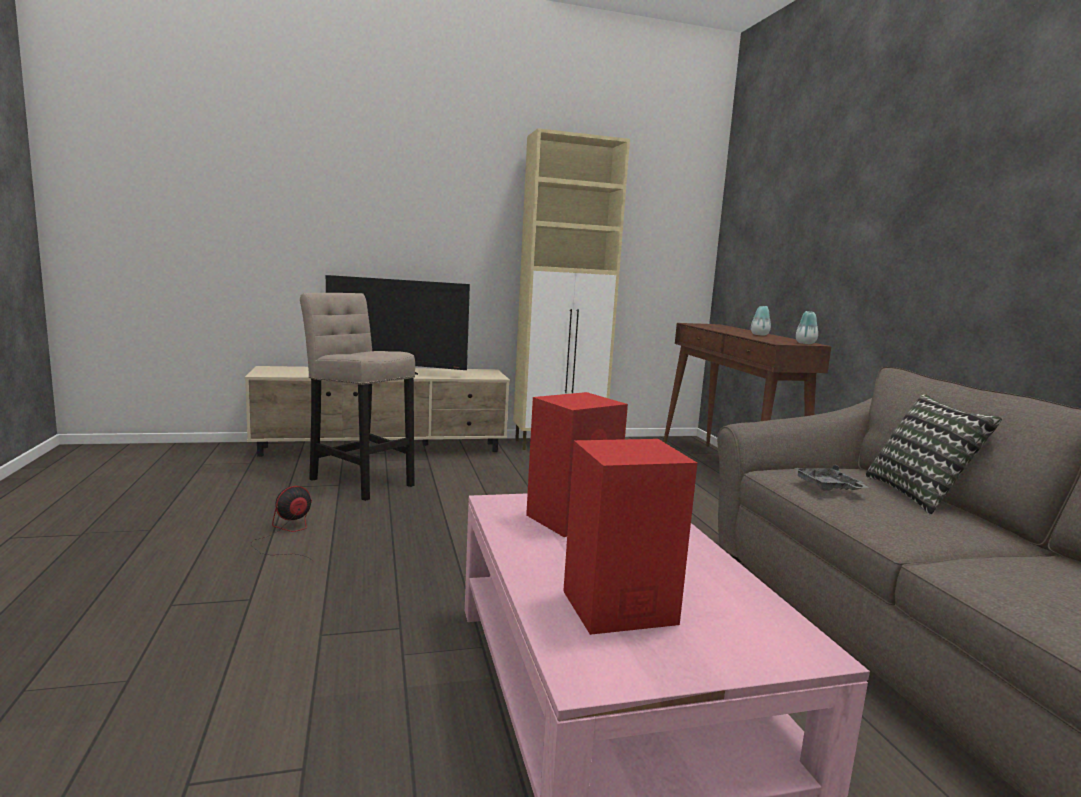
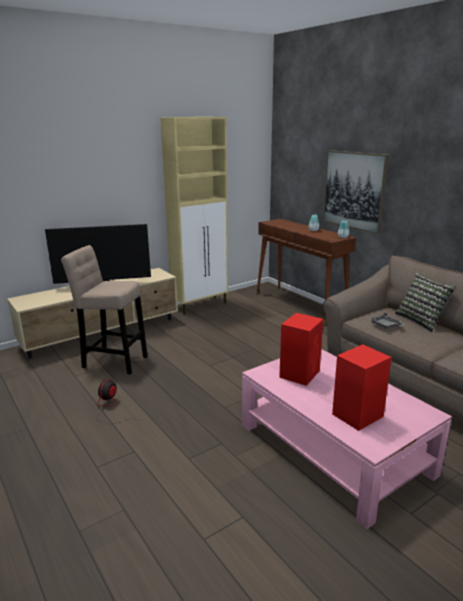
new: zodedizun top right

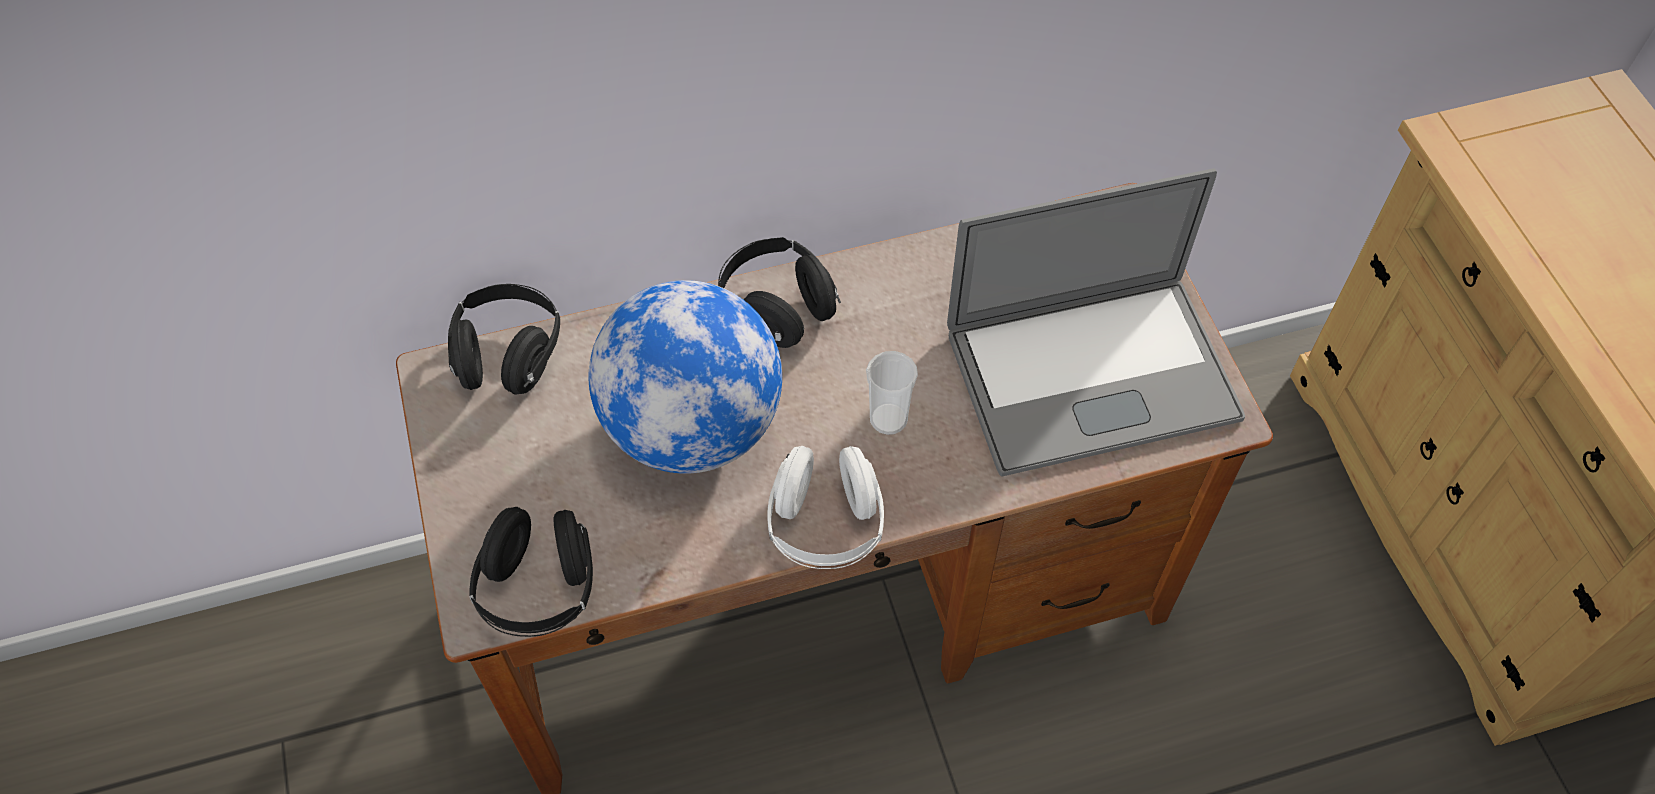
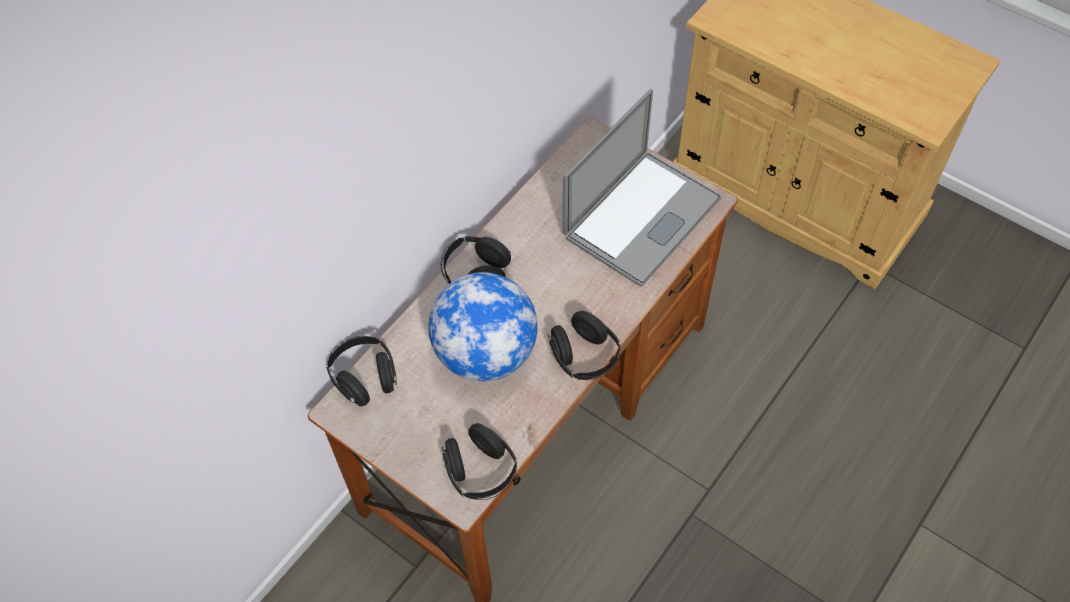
gone: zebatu centre
repainted: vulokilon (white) centre to vulokilon (black) (no. 4 from left) centre

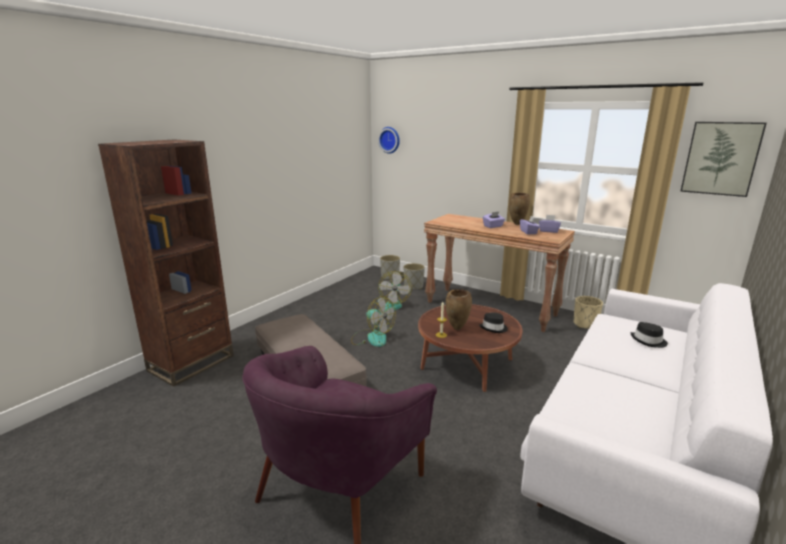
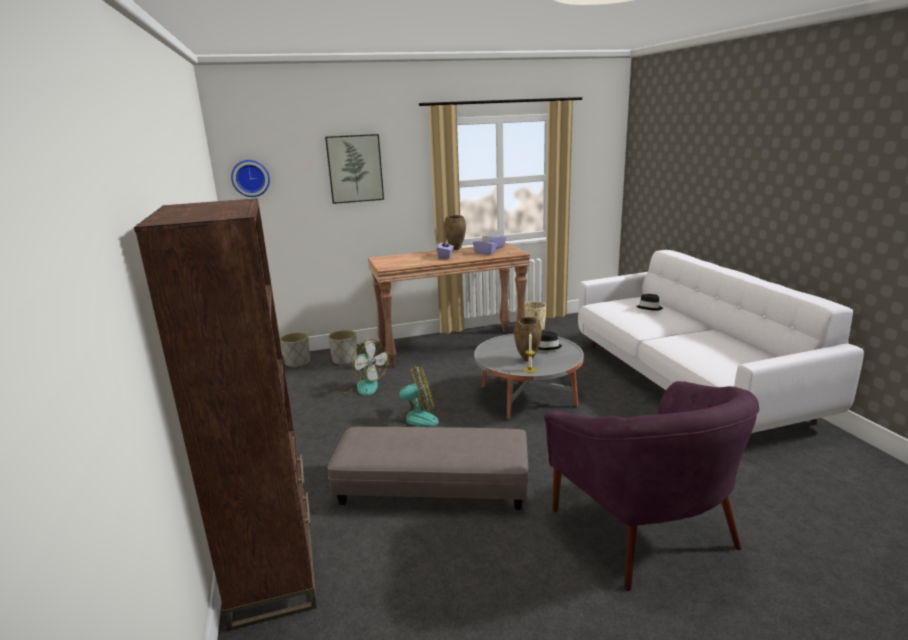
shifted: zodedizun top right to top centre
repainted: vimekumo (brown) centre to vimekumo (grey) centre

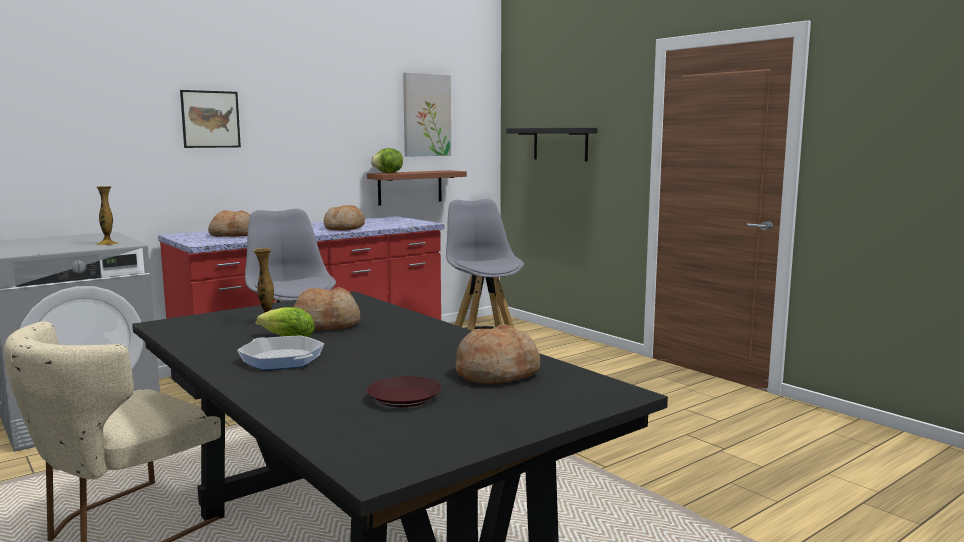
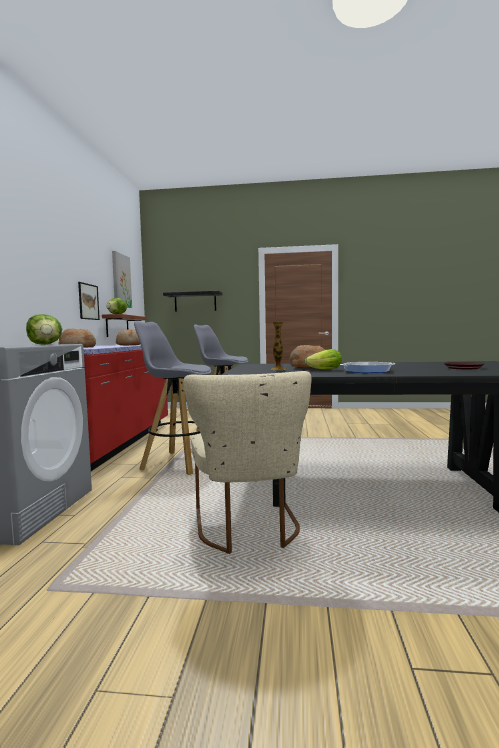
gone: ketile (no. 4 from left) centre
shifted: zodedizun (no. 1 from left) top left to middle left
swapped: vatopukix (no. 1 from left) middle left to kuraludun (no. 1 from left) middle left

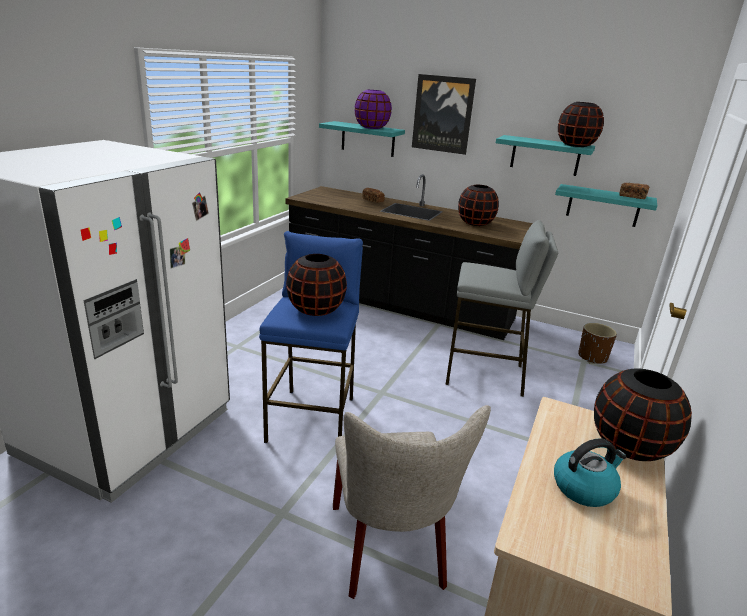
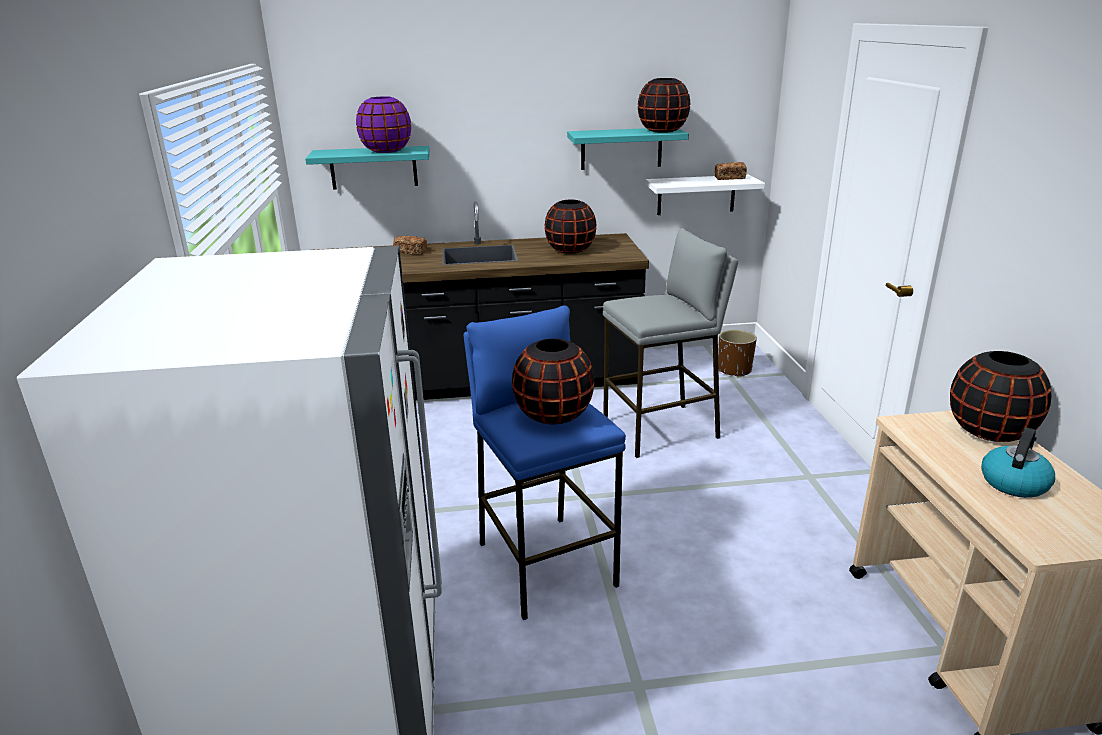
gone: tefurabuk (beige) bottom centre; zodedizun top centre
repainted: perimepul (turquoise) (no. 3 from left) top right to perimepul (white) top centre

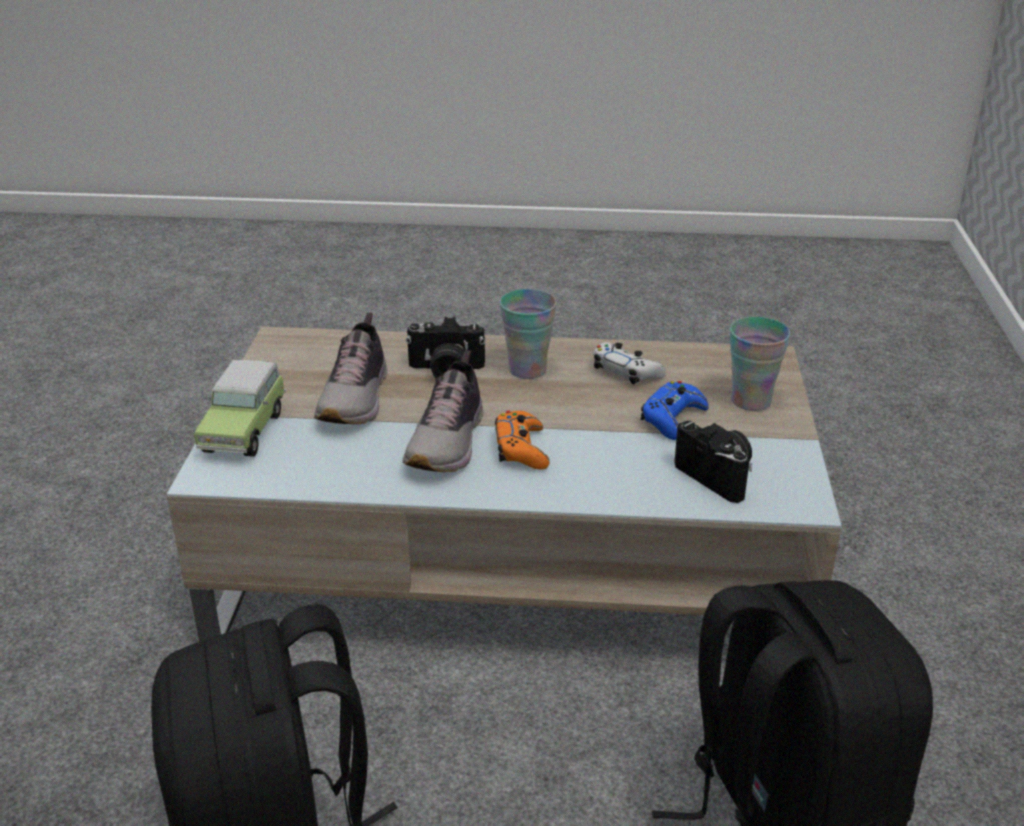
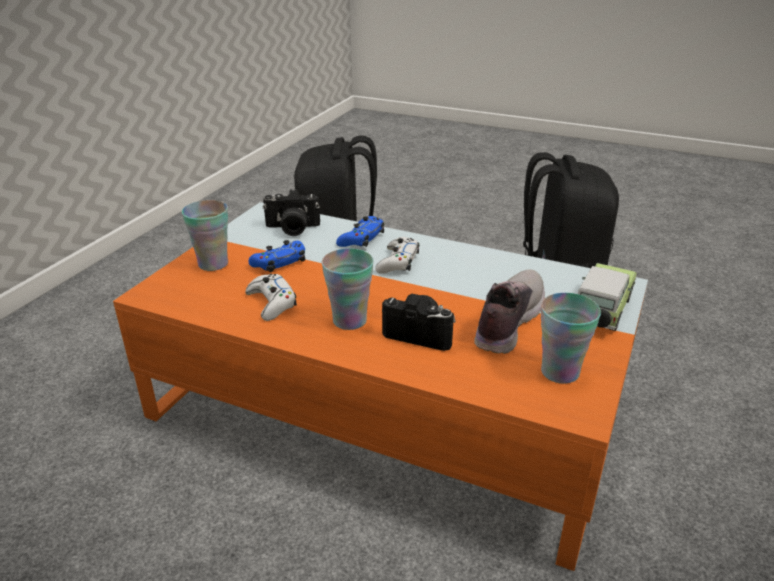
gone: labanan (no. 2 from left) centre
new: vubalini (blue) (no. 2 from left) centre; zebatu (no. 3 from left) middle right
repainted: vimekumo (beige) centre to vimekumo (orange) centre; vubalini (orange) centre to vubalini (white) (no. 2 from left) centre
rotated: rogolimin (no. 2 from left in the first image) middle right = centre 75 degrees counterclockwise

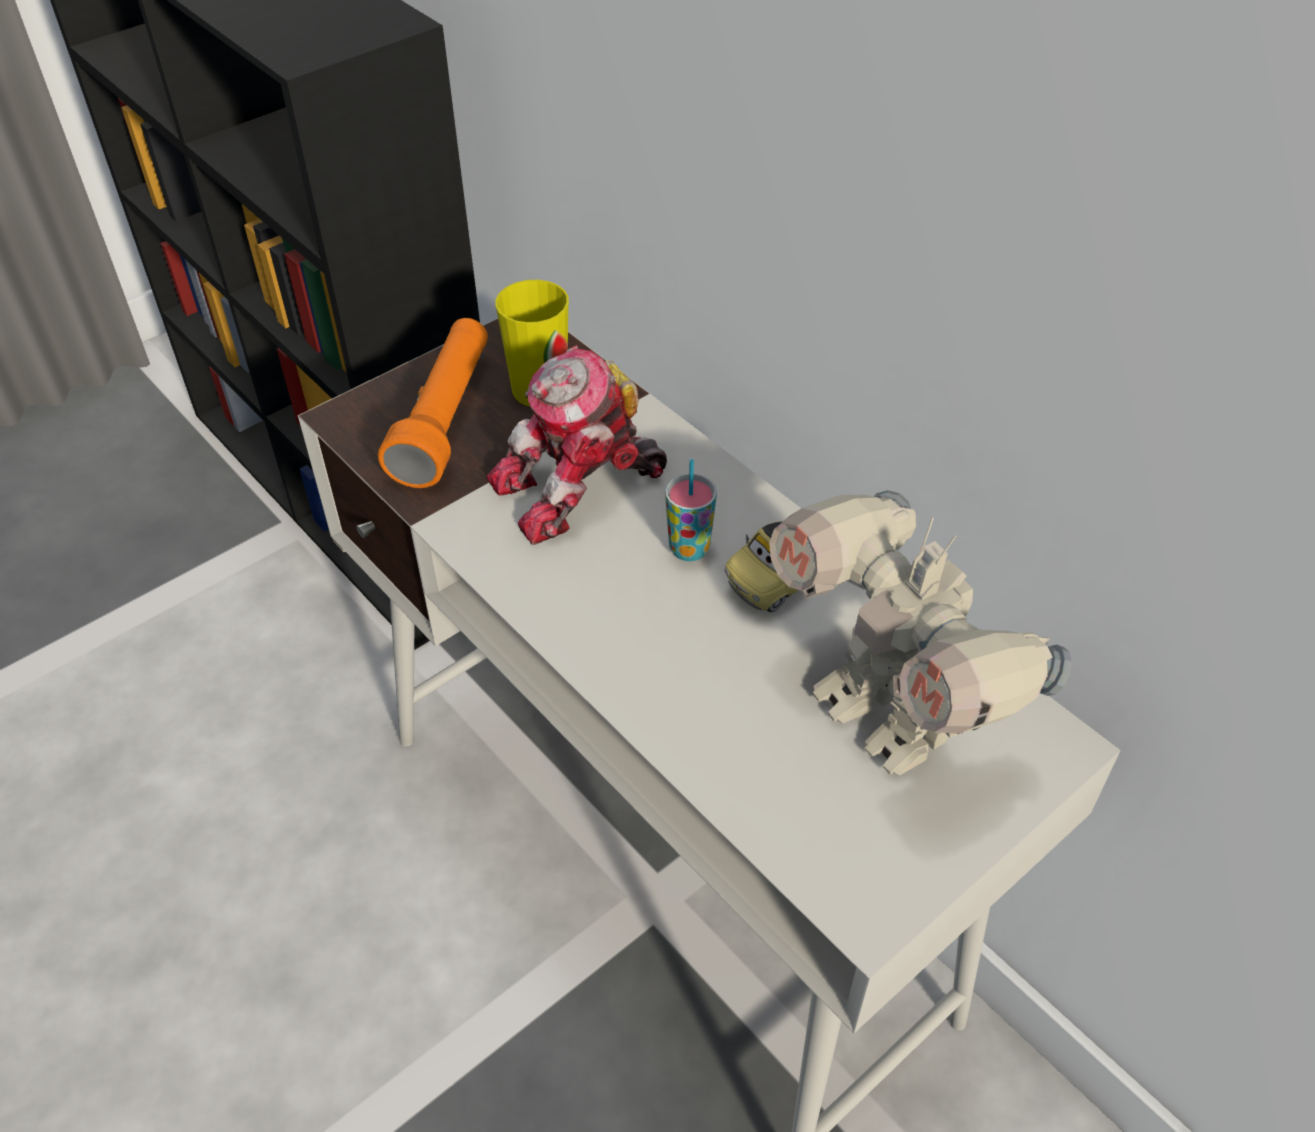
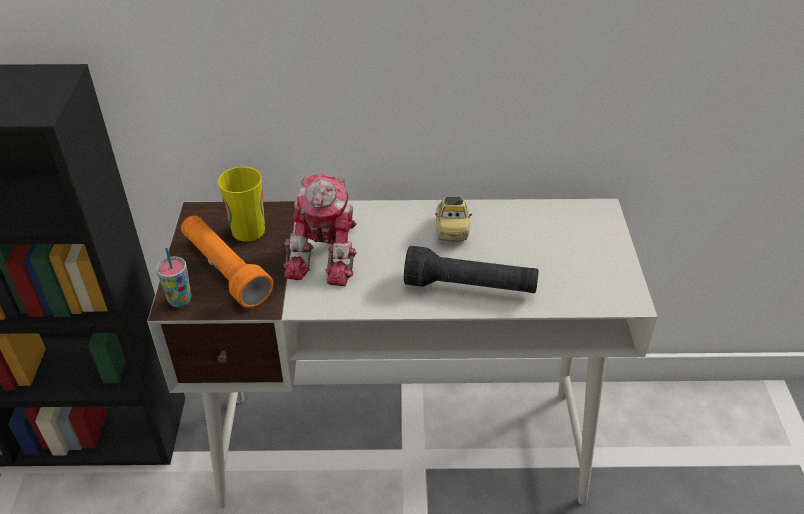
gone: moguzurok (no. 2 from left) middle right
new: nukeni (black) centre
shifted: zebatu (no. 2 from left in the first image) centre to zebatu (no. 1 from left) middle left

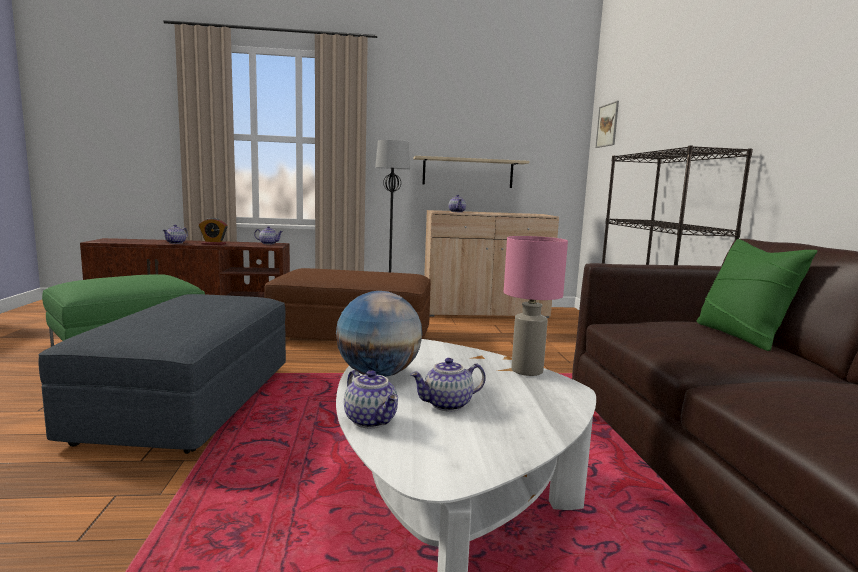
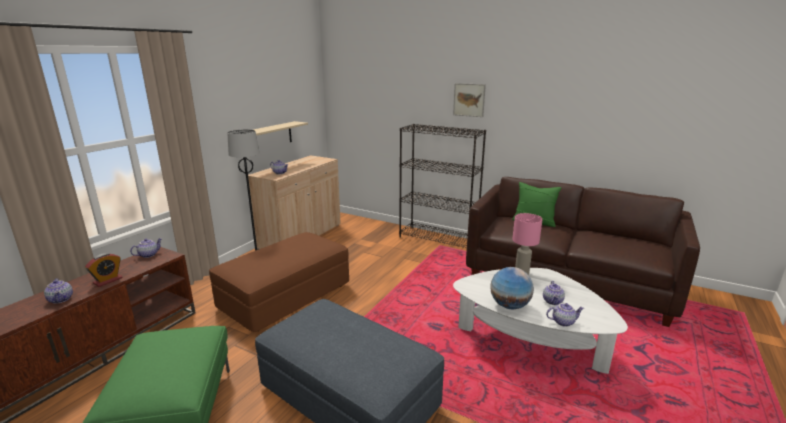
shifted: zodedizun top right to top centre

